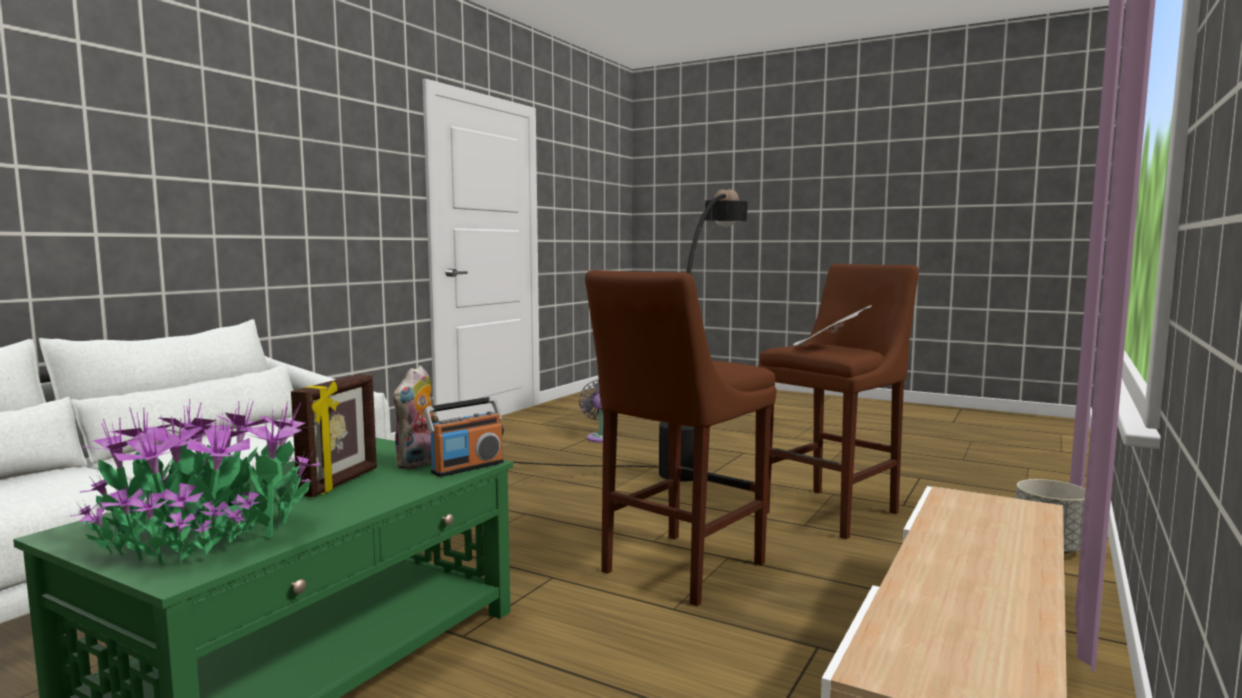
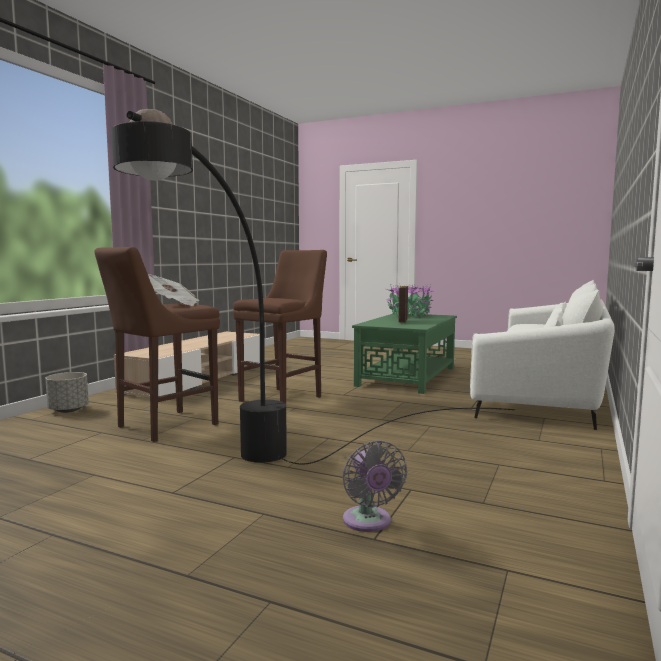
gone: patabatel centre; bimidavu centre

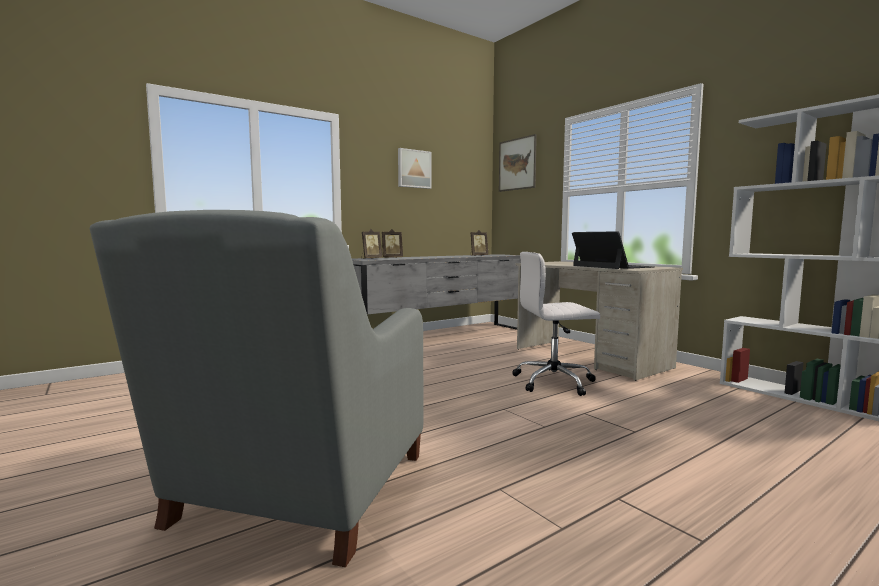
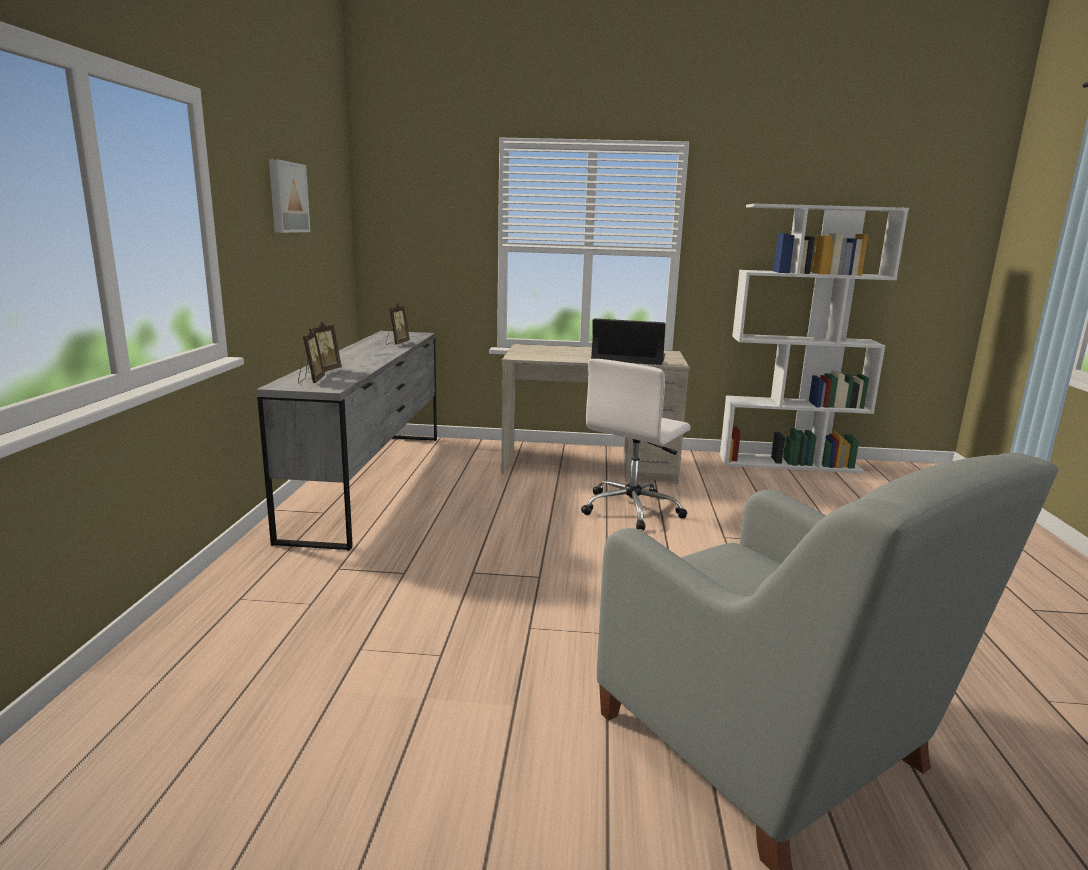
gone: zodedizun (no. 2 from left) top centre

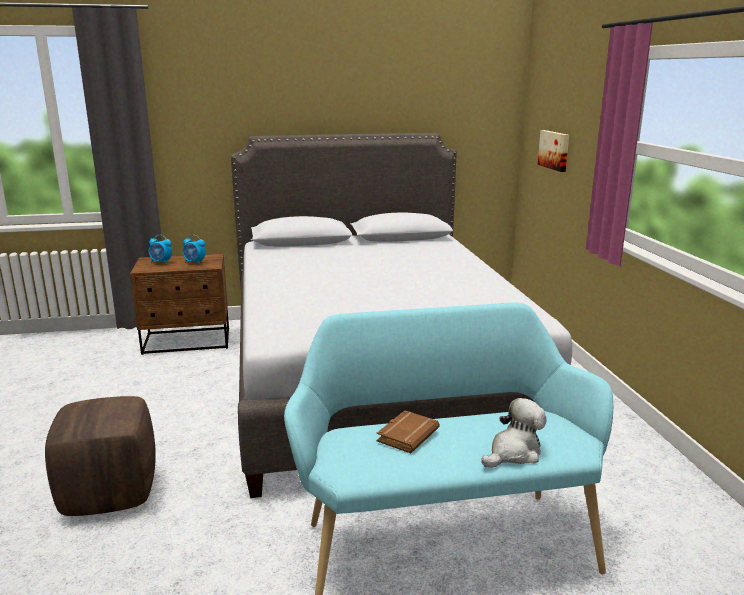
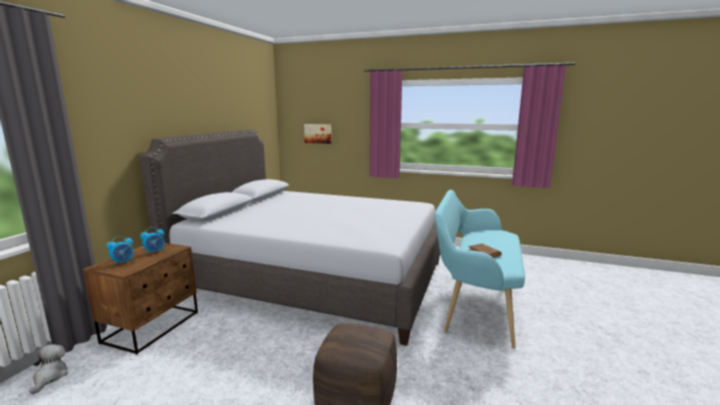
shifted: patabatel bottom right to bottom left

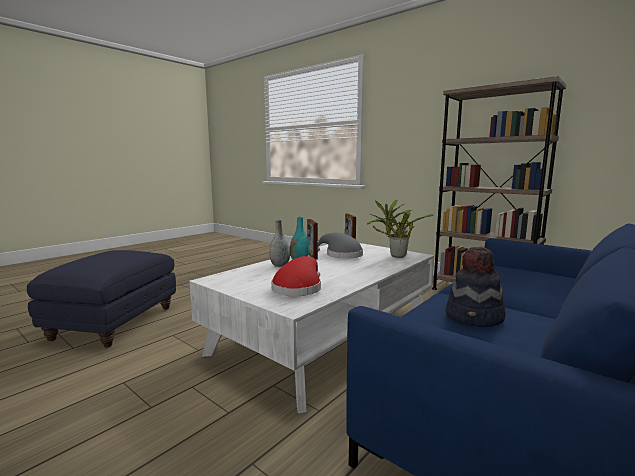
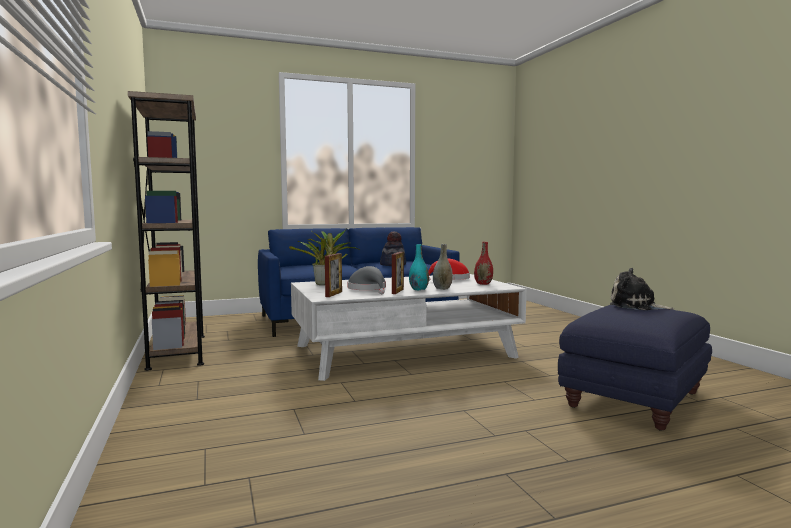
new: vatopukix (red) centre; patabatel middle right

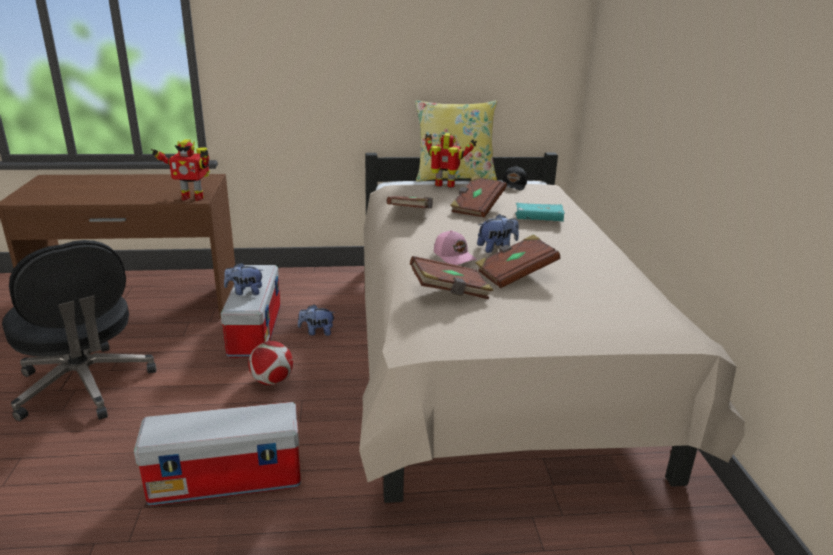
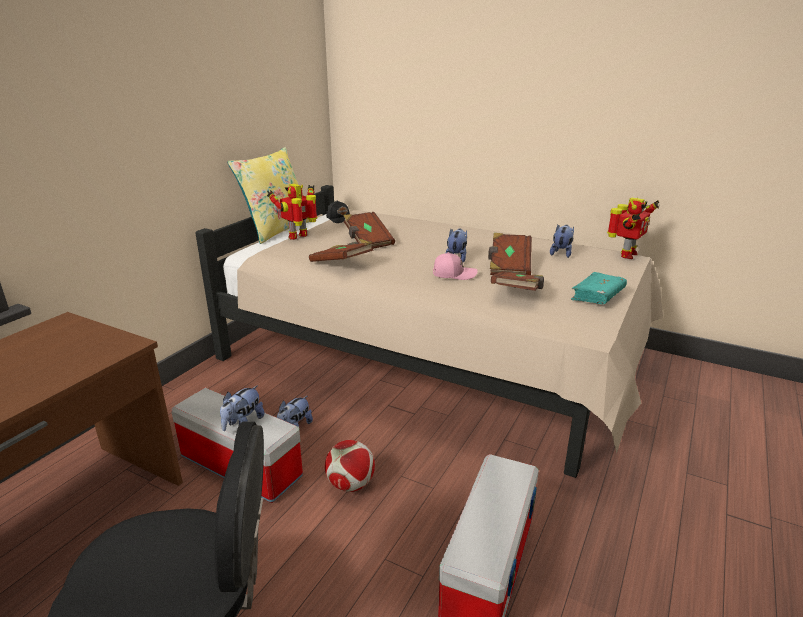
new: patabatel (no. 4 from left) middle right
shifted: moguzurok (no. 1 from left in the first image) top left to moguzurok (no. 2 from left) middle right; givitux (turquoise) centre to middle right

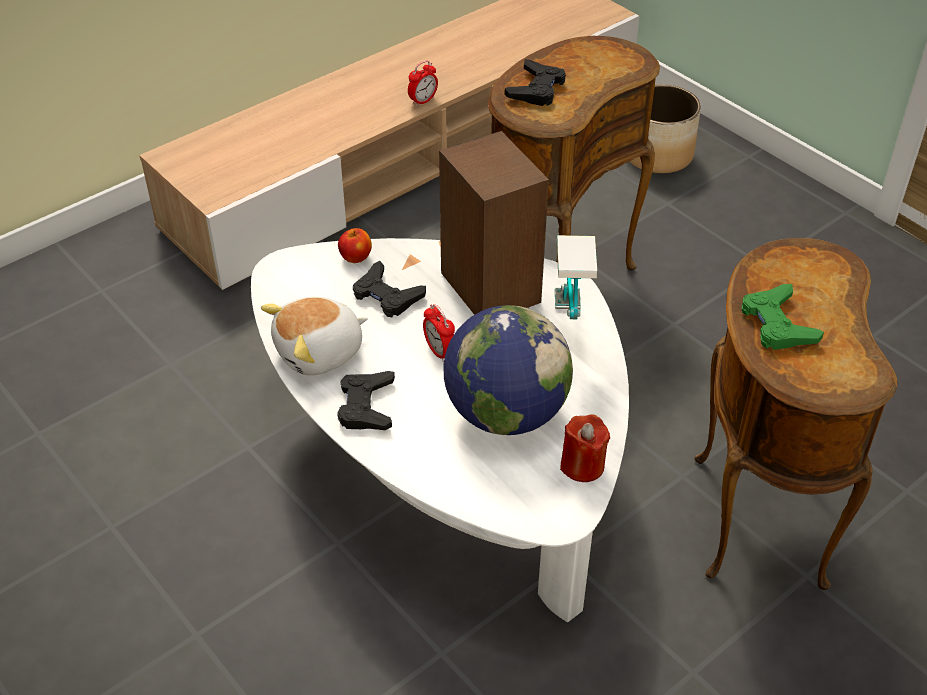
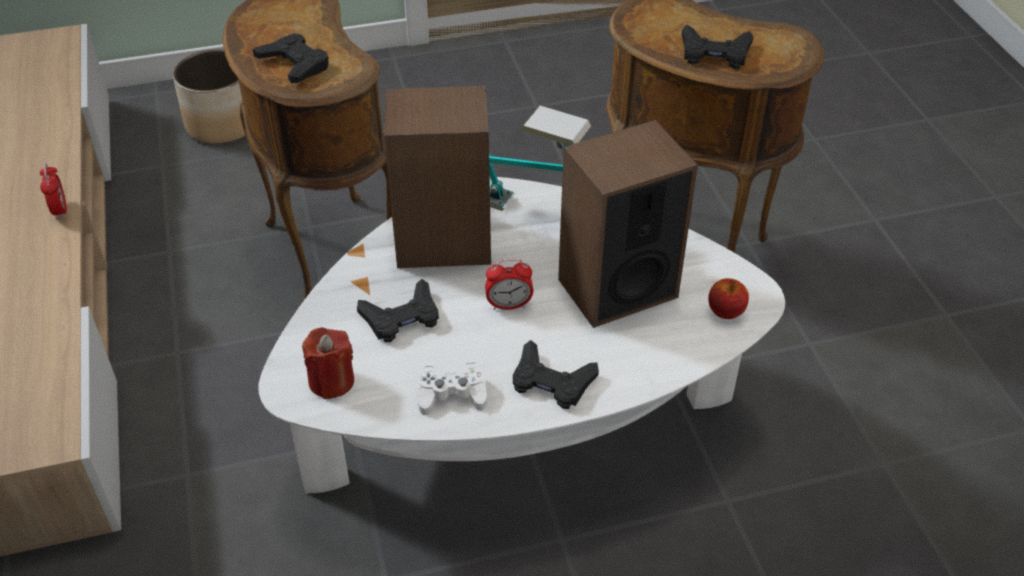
shifted: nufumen centre to middle right; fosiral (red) centre to middle left
swapped: patabatel centre to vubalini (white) bottom centre; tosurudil centre to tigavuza (no. 2 from left) centre
repainted: vubalini (green) middle right to vubalini (black) (no. 4 from left) top right

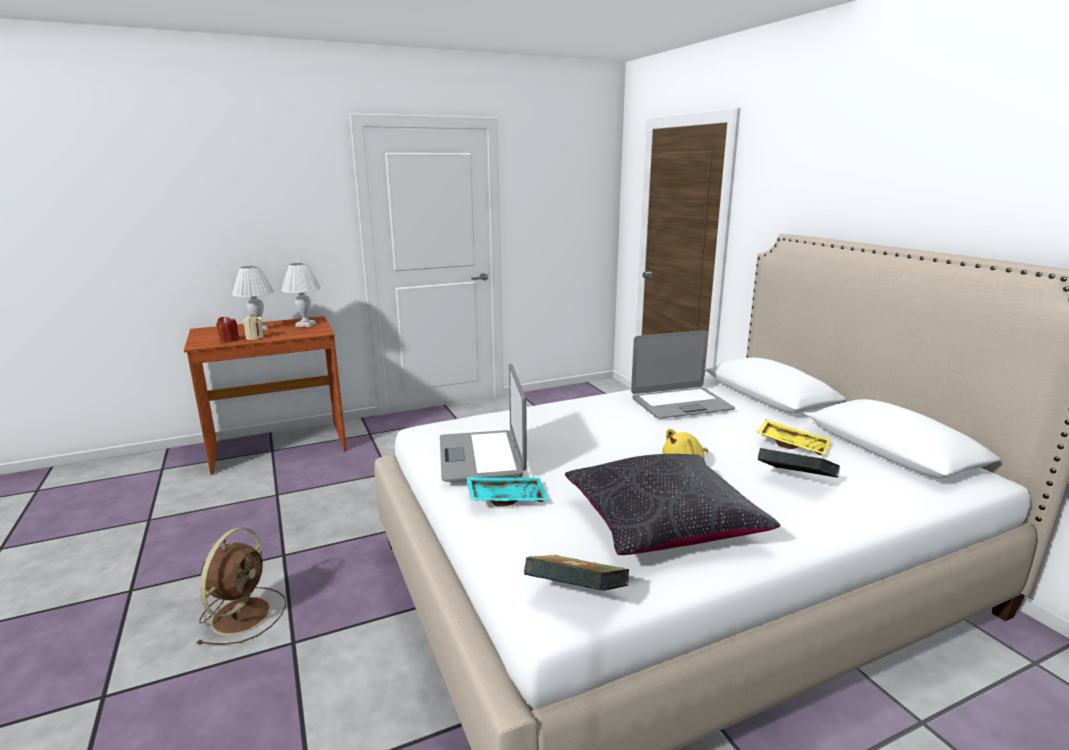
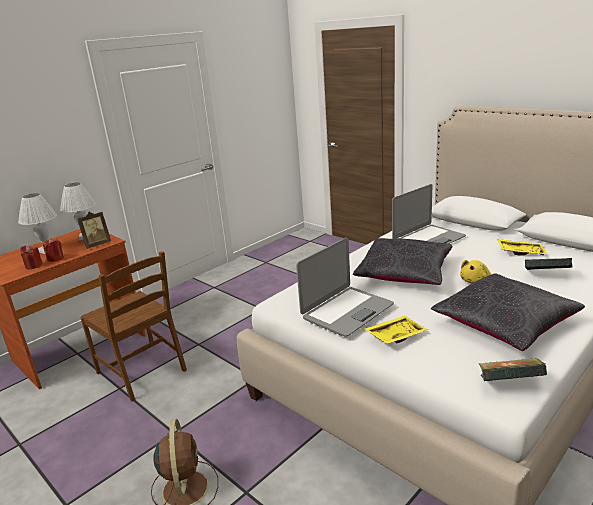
new: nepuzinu middle left; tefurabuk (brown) middle left; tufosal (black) (no. 1 from left) middle right
repainted: fosiral (beige) middle left to fosiral (red) (no. 2 from left) middle left; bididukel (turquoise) centre to bididukel (yellow) (no. 1 from left) middle right
rotated: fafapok (no. 1 from left) centre = centre 105 degrees counterclockwise

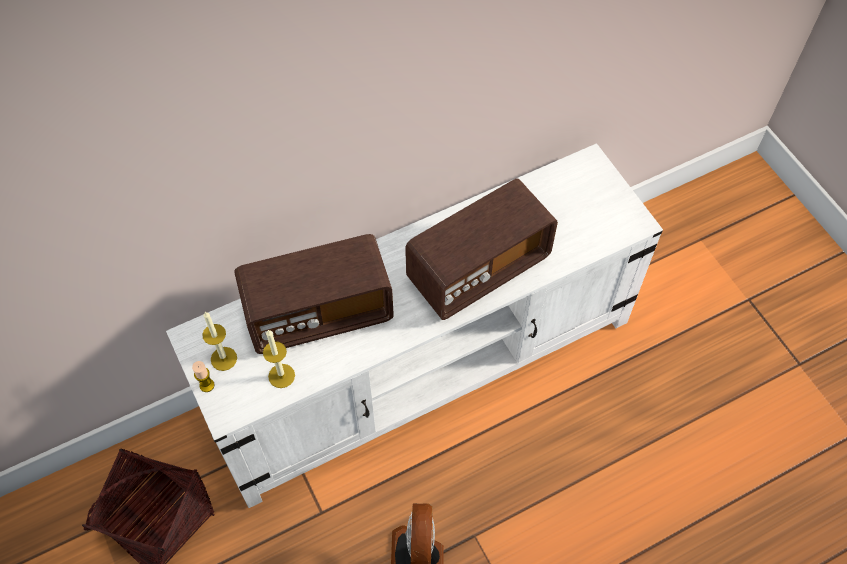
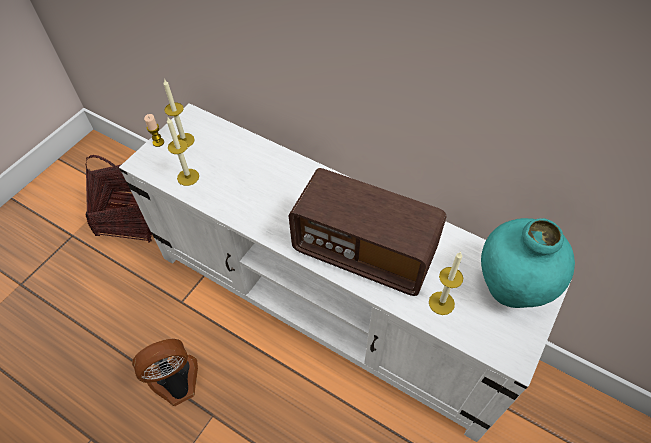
gone: bimidavu (no. 1 from left) centre
new: fosiral (no. 4 from left) middle right; vatopukix (turquoise) middle right

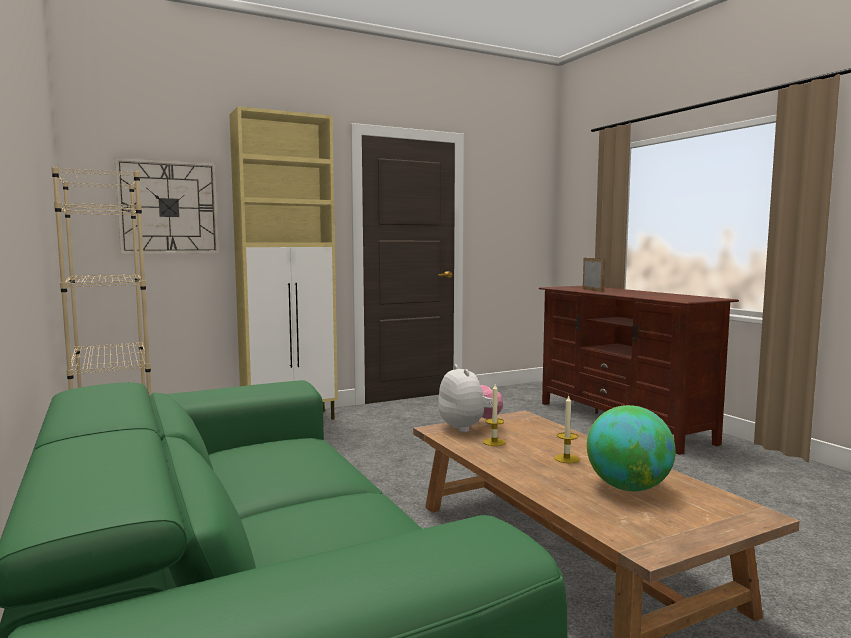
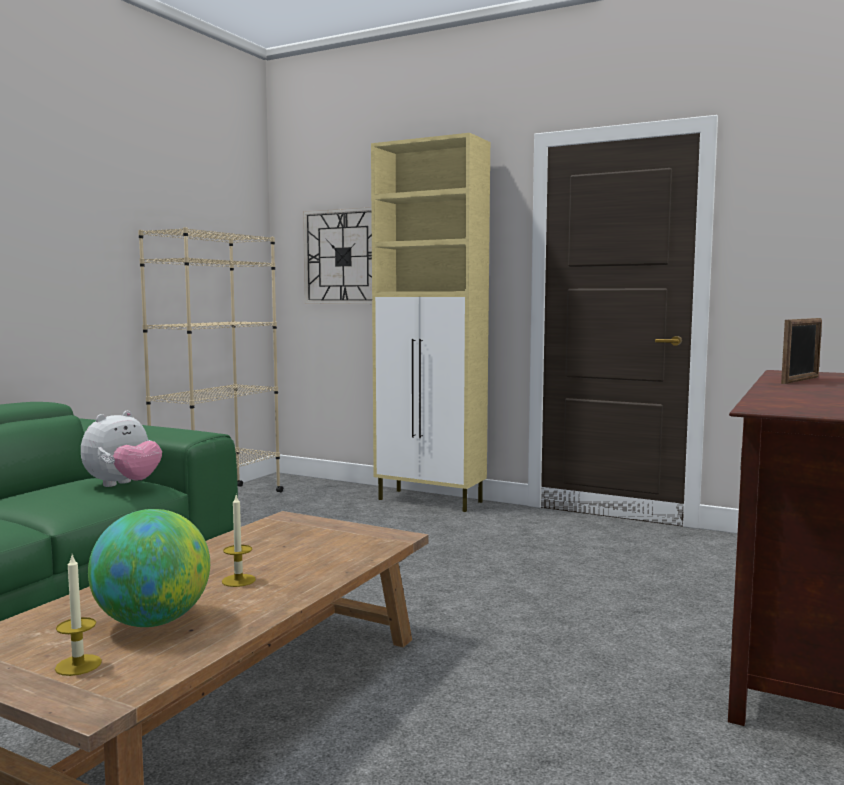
shifted: patabatel centre to middle left; fosiral (no. 1 from left) centre to bottom left

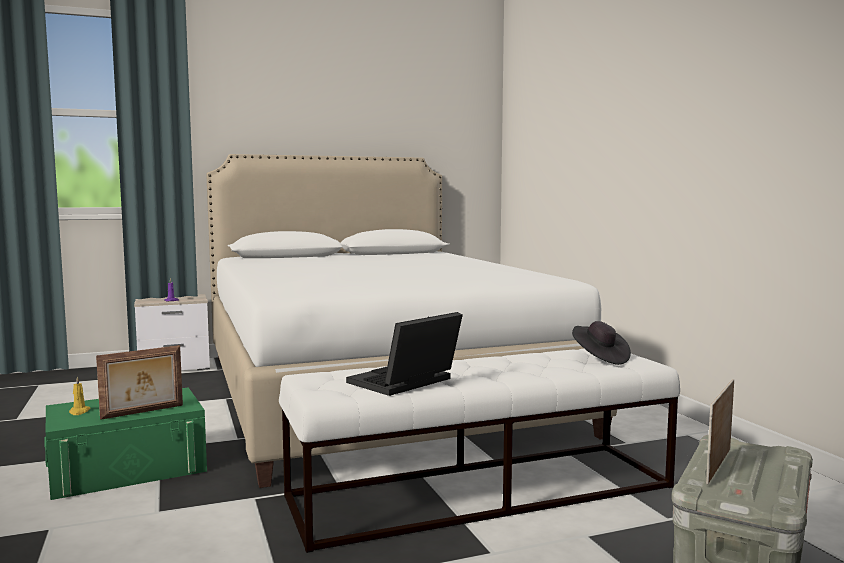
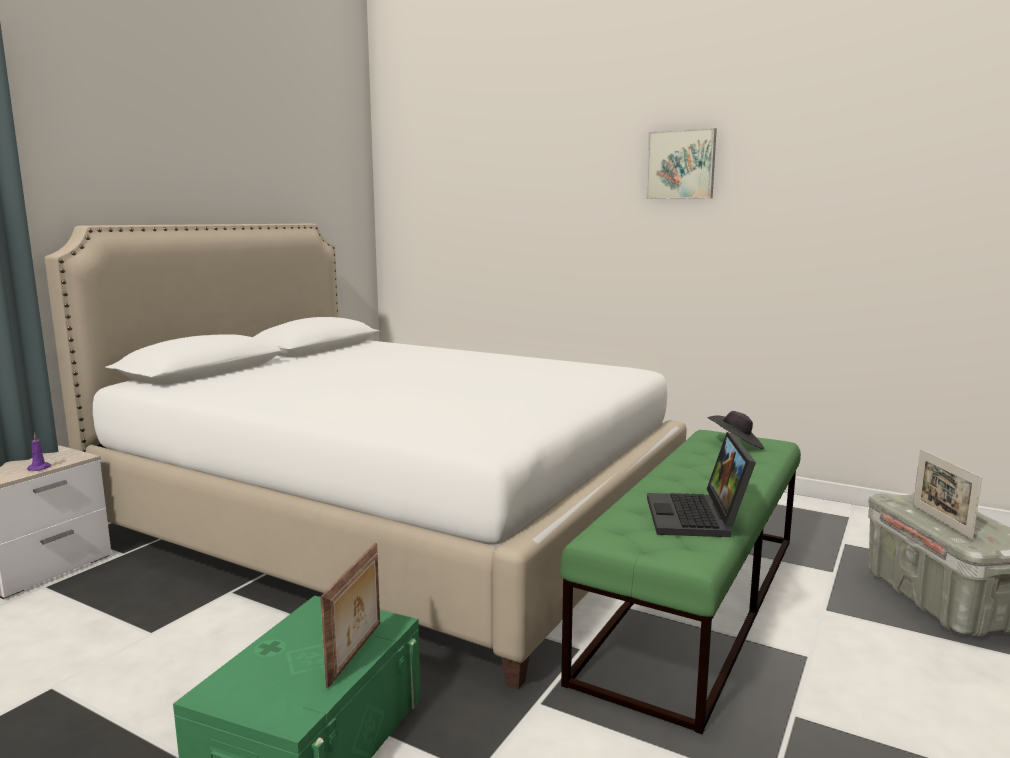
gone: fosiral (yellow) bottom left
new: zodedizun top right
repainted: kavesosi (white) bottom centre to kavesosi (green) bottom right

